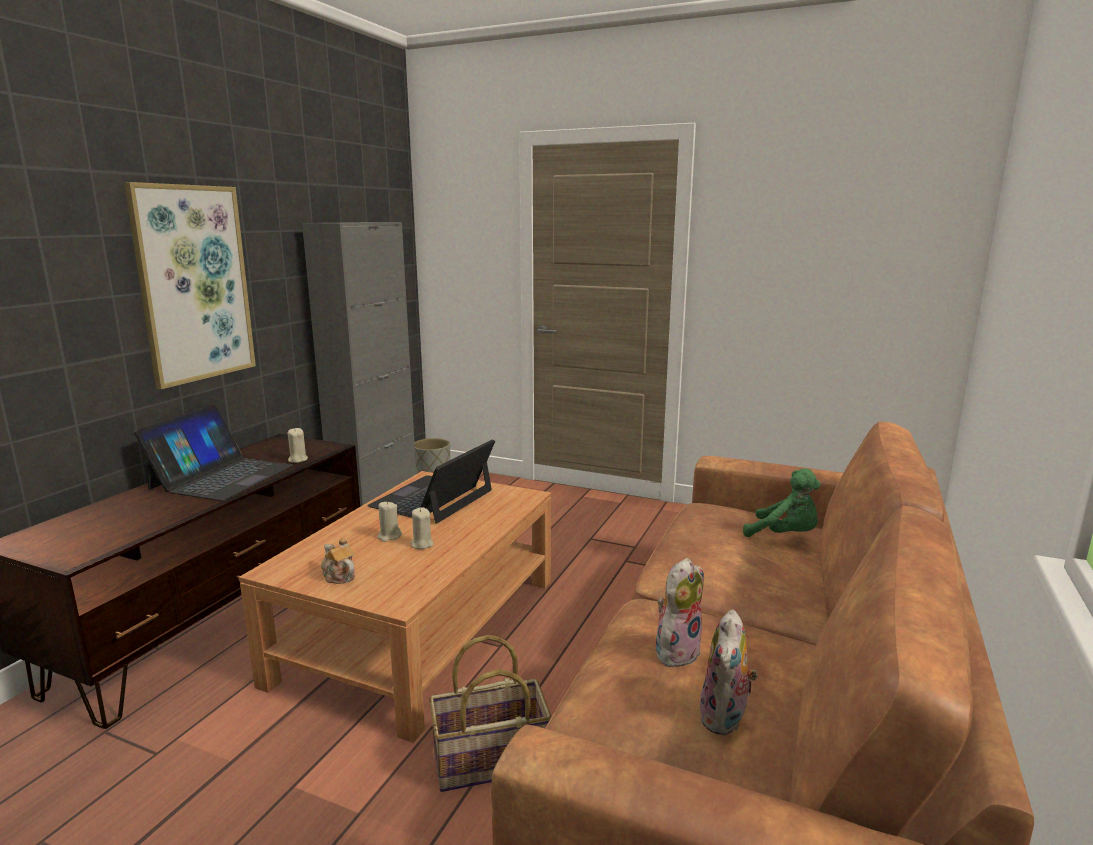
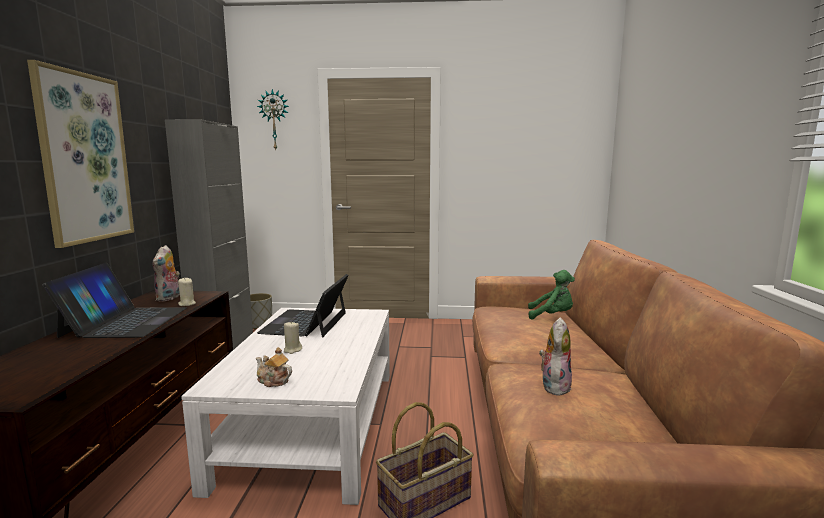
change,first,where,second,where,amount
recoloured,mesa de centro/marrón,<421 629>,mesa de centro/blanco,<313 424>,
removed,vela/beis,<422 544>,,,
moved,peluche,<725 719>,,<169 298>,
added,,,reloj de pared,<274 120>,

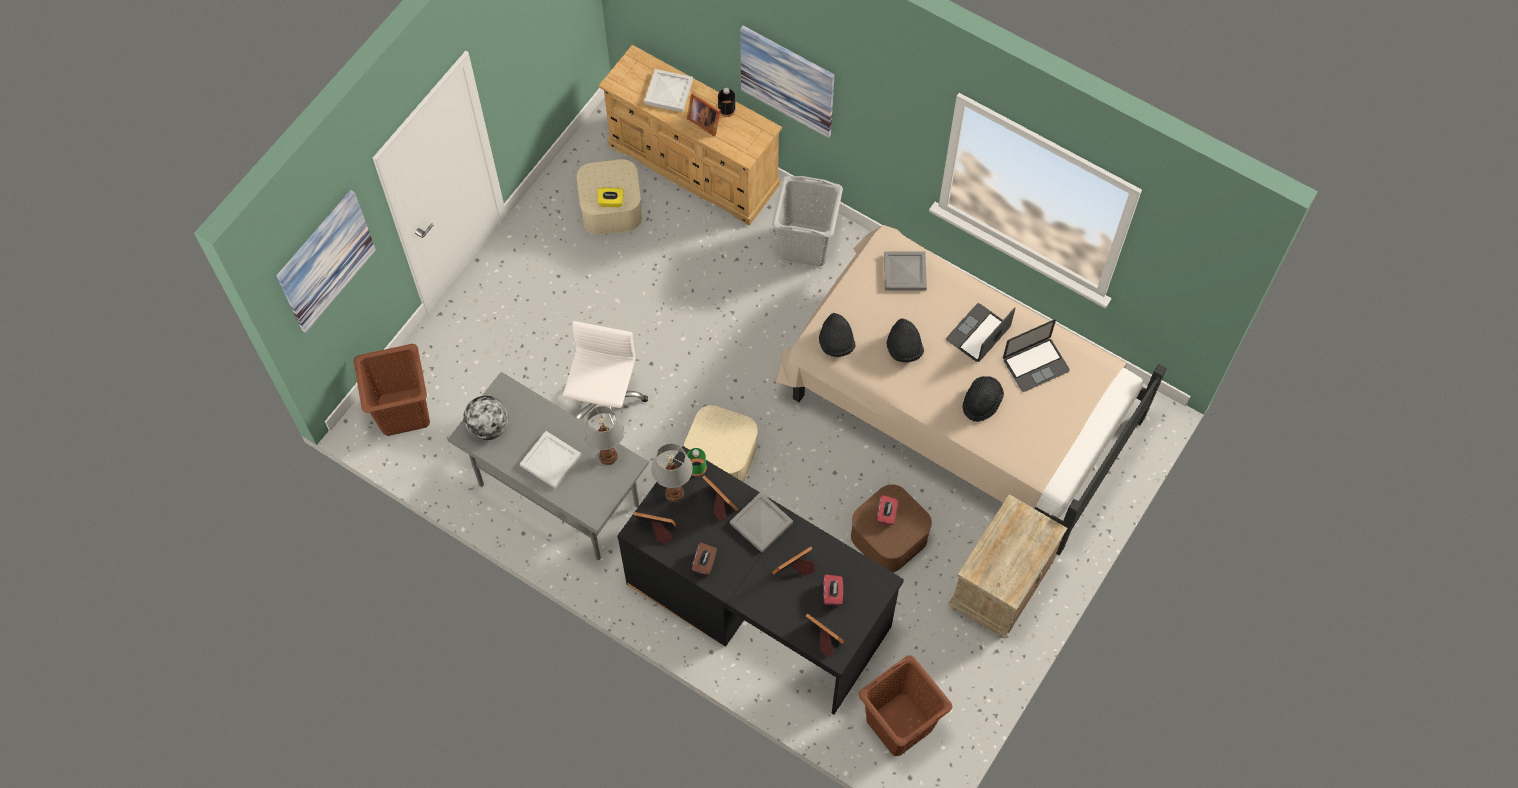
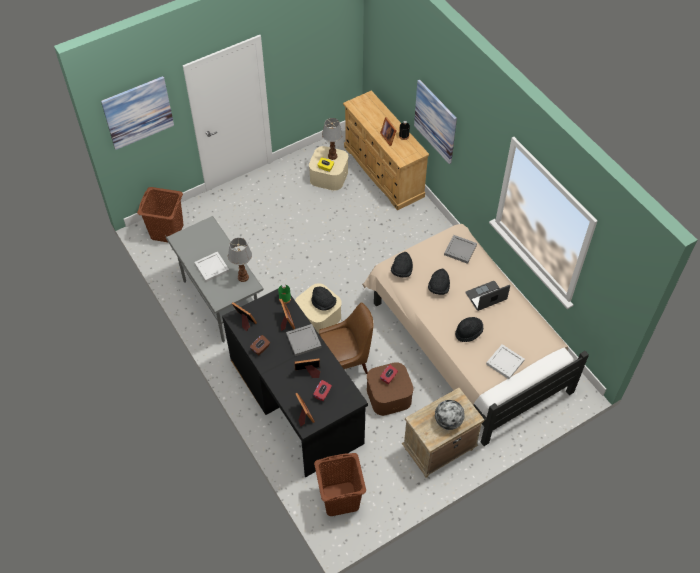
change,first,where,second,where,amount
moved,bandeja/blanco,<668 92>,,<504 362>,
removed,cesto de la ropa/gris,<806 244>,,,
removed,portátil,<1035 364>,,,
removed,silla de oficina/blanco,<604 403>,,,
moved,globo terráqueo,<488 427>,,<448 421>,
moved,lámpara de mesa,<675 493>,,<333 156>,
added,,,sombrero/negro,<323 303>,
added,,,silla/marrón,<346 362>,

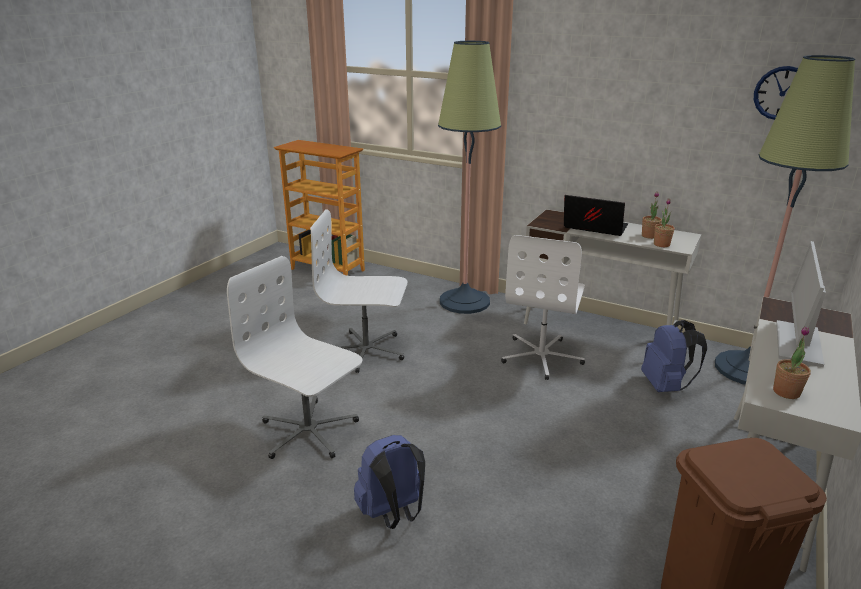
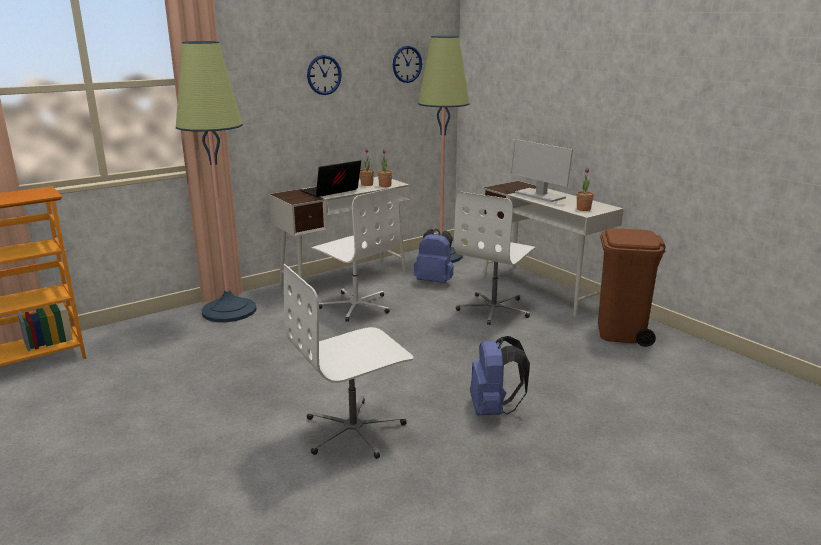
change,first,where,second,where,amount
moved,silla de oficina/blanco,<366 351>,,<494 309>,
added,,,reloj de pared,<324 75>,

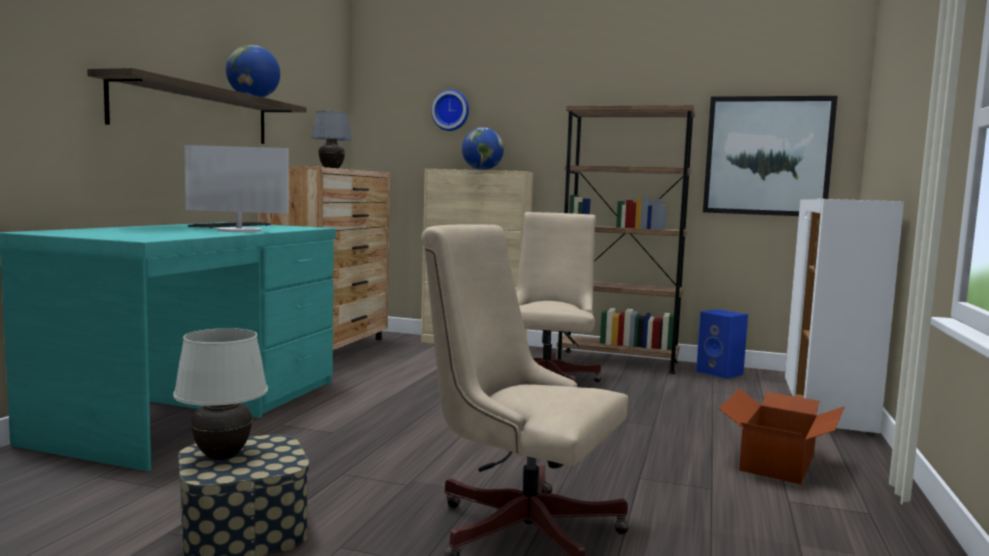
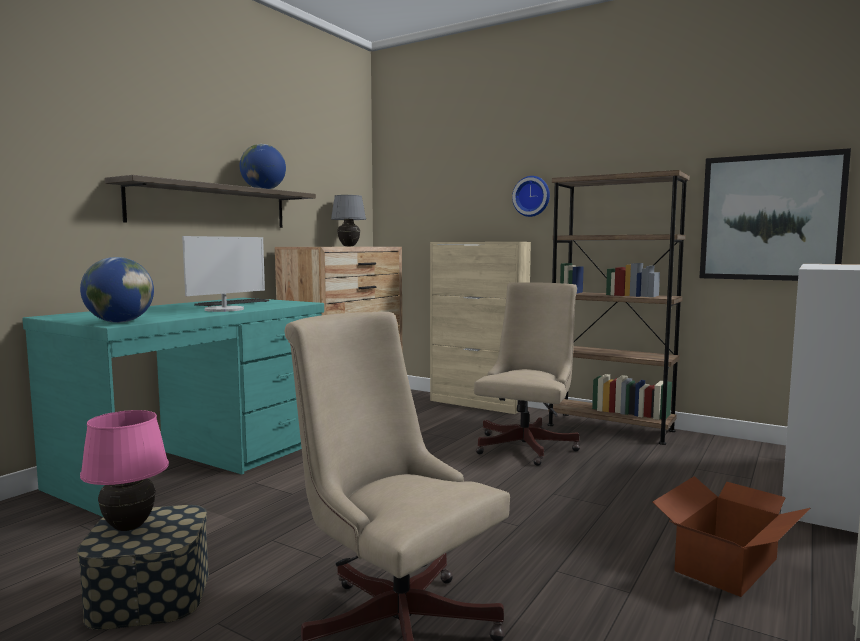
change,first,where,second,where,amount
moved,reloj de pared,<451 110>,,<532 196>,
moved,globo terráqueo,<482 170>,,<119 322>,
turned,monitor,<239 230>,,<225 309>,75 degrees counterclockwise
removed,altavoz/azul,<721 373>,,,
recoloured,lámpara de mesa/blanco,<223 457>,lámpara de mesa/rosa,<129 527>,

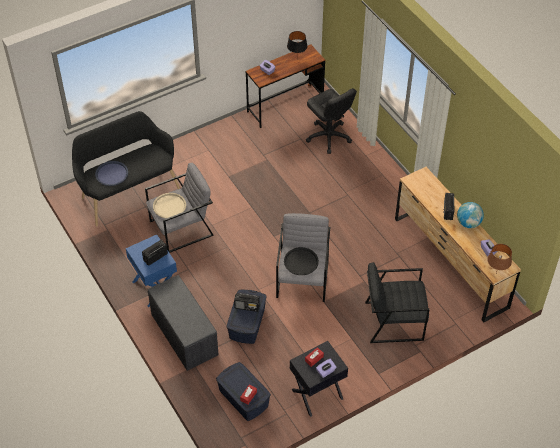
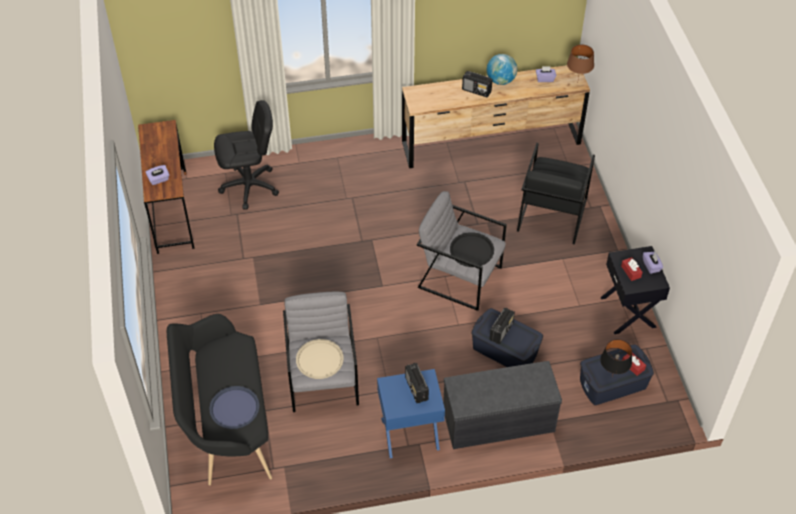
change,first,where,second,where,amount
moved,lámpara de mesa/negro,<296 59>,,<612 377>,

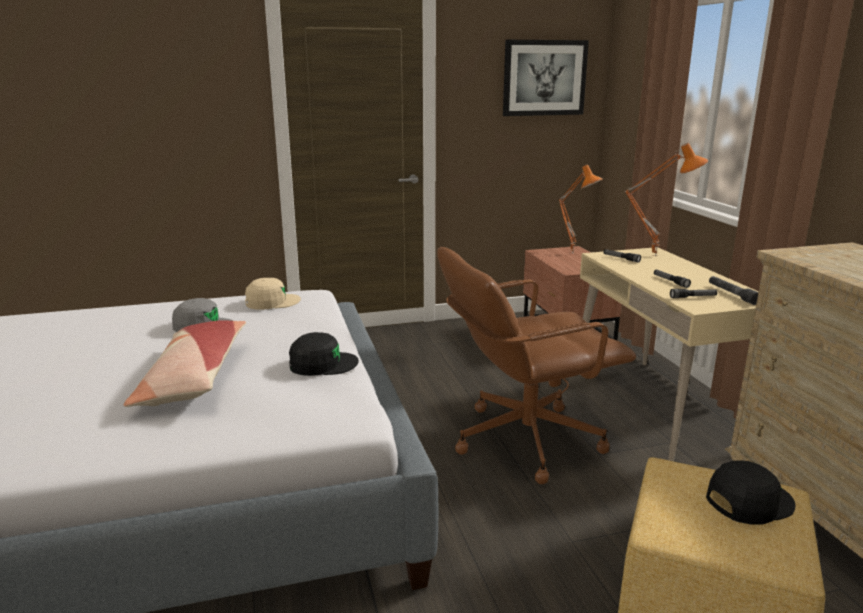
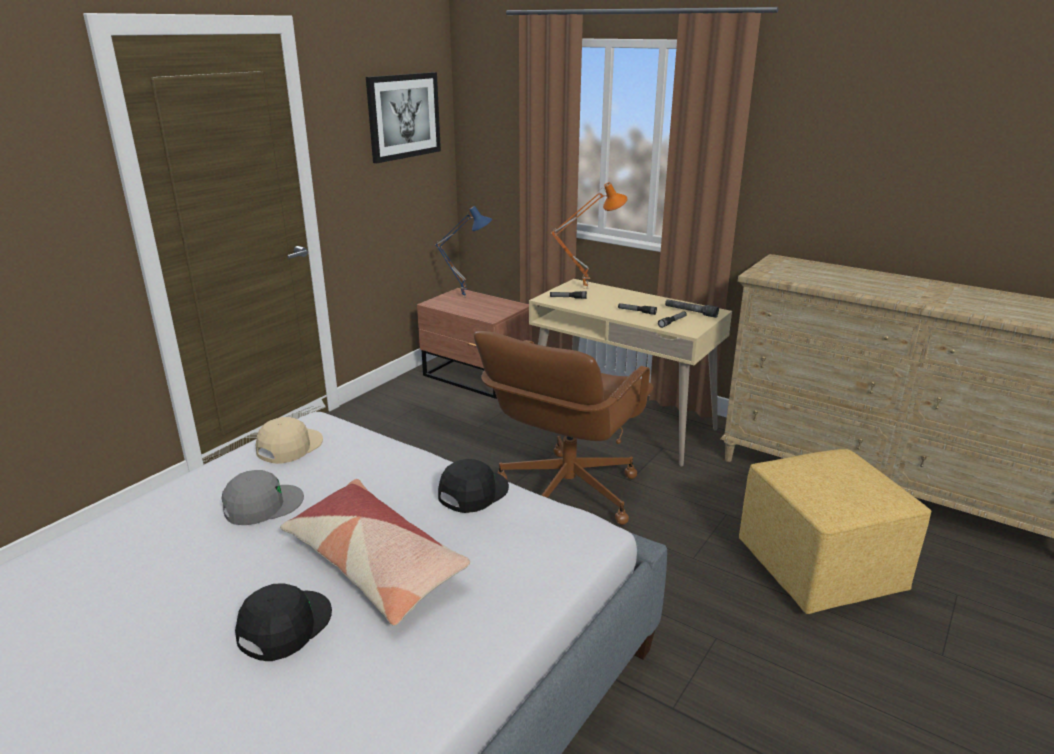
change,first,where,second,where,amount
recoloured,lámpara de mesa/naranja,<573 253>,lámpara de mesa/azul,<465 297>,
moved,gorra/negro,<748 501>,,<284 626>,

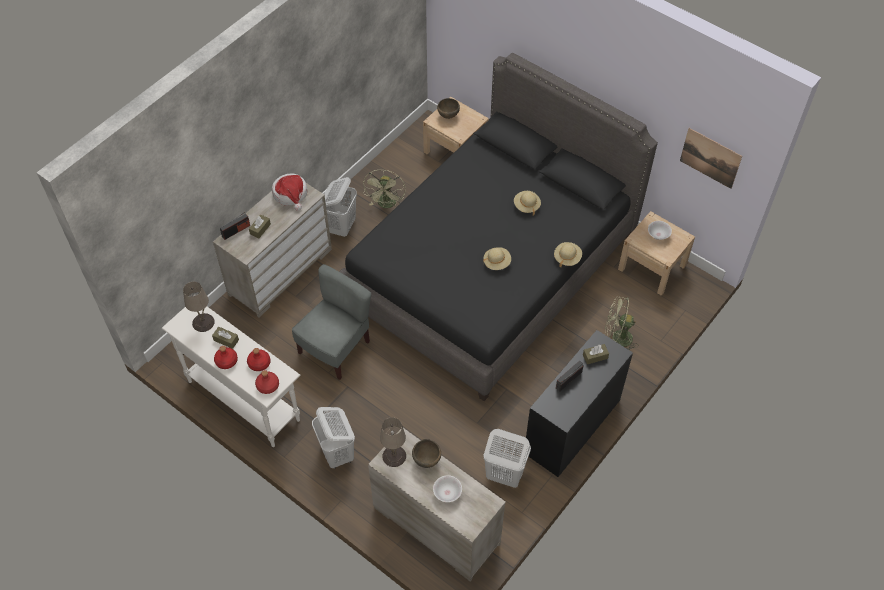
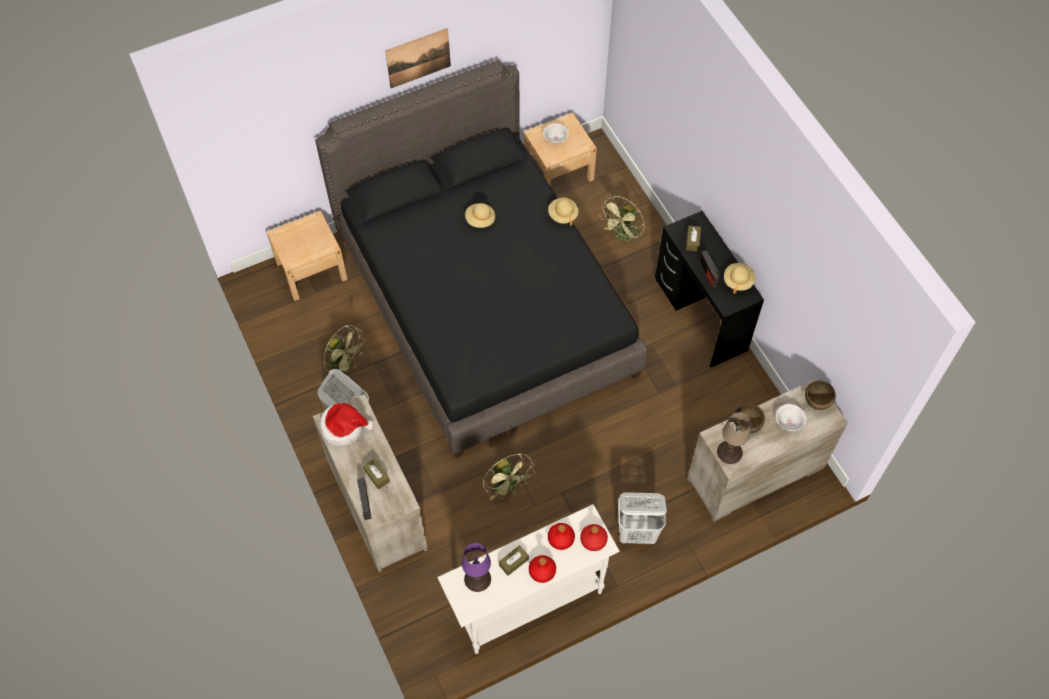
change,first,where,second,where,amount
moved,cuenco/marrón,<448 116>,,<817 403>,
moved,cuadro,<710 158>,,<418 58>,
moved,sombrero/beis,<497 262>,,<738 281>,
replaced,silla/gris,<335 348>,ventilador/verde,<508 487>,
recoloured,lámpara de mesa/beis,<202 322>,lámpara de mesa/morado,<477 579>,
removed,cesto de la ropa/blanco,<504 474>,,,

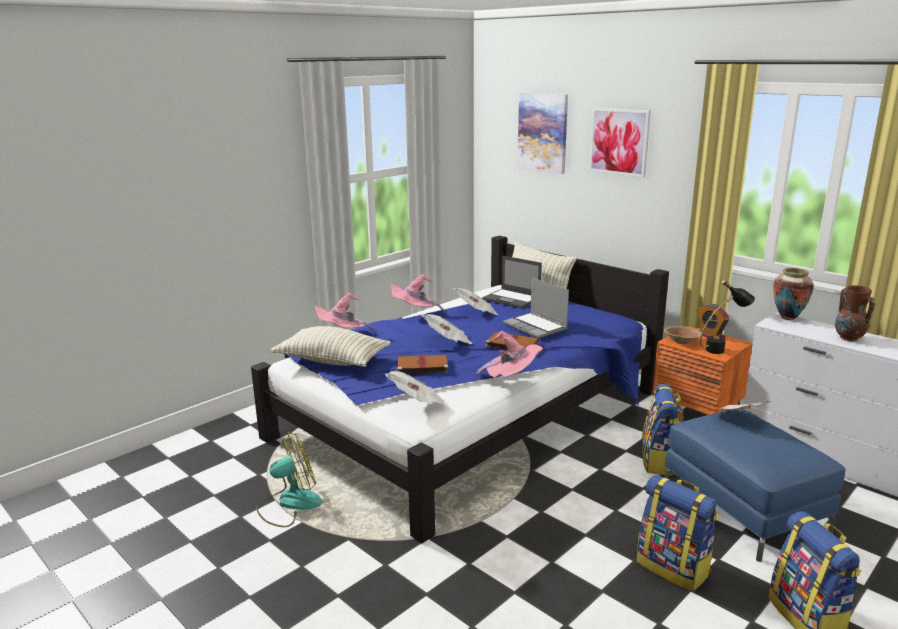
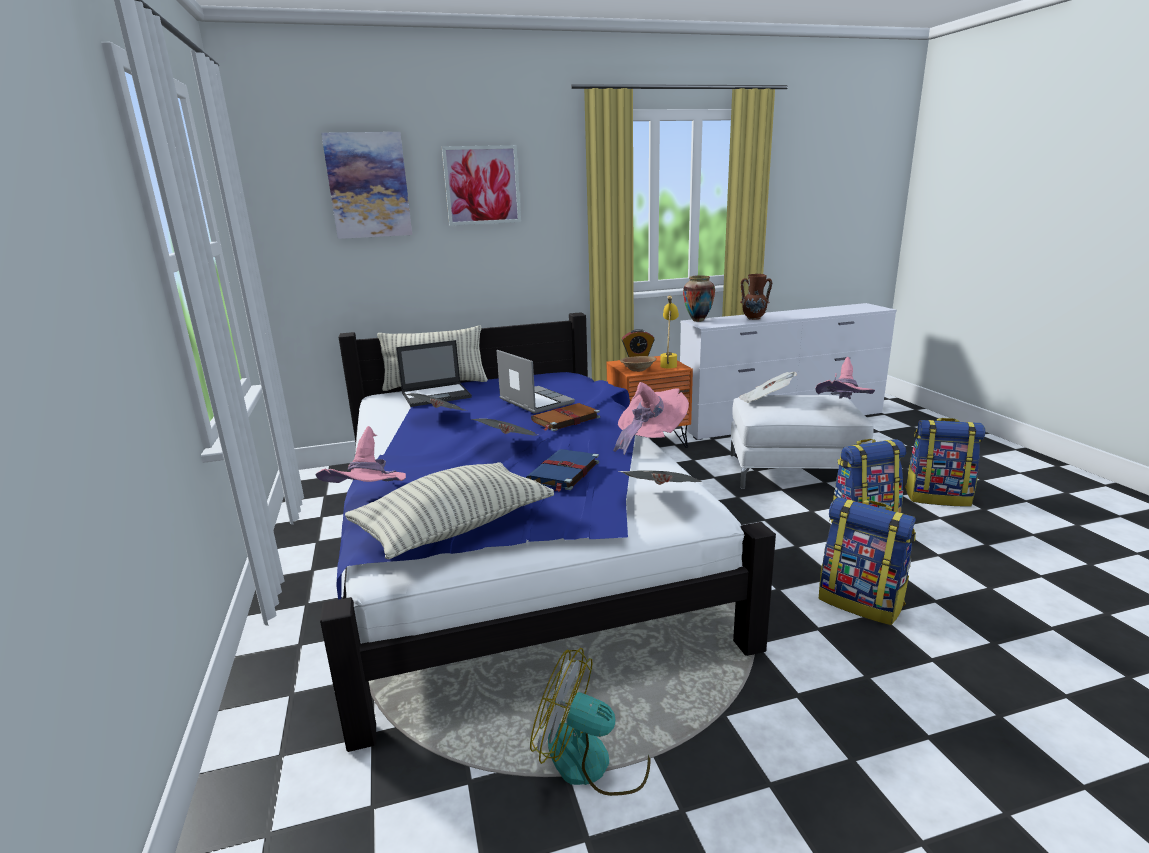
change,first,where,second,where,amount
moved,sombrero/rosa,<415 313>,,<842 409>,
turned,portátil,<536 327>,,<534 401>,120 degrees counterclockwise
recoloured,lámpara de mesa/negro,<722 349>,lámpara de mesa/amarillo,<669 364>,
recoloured,libro/marrón,<421 366>,libro/azul,<563 472>,
moved,mochila,<660 461>,,<861 602>,
recoloured,puf/azul,<743 509>,puf/blanco,<793 471>,
turned,ventilador,<289 504>,,<594 759>,75 degrees counterclockwise

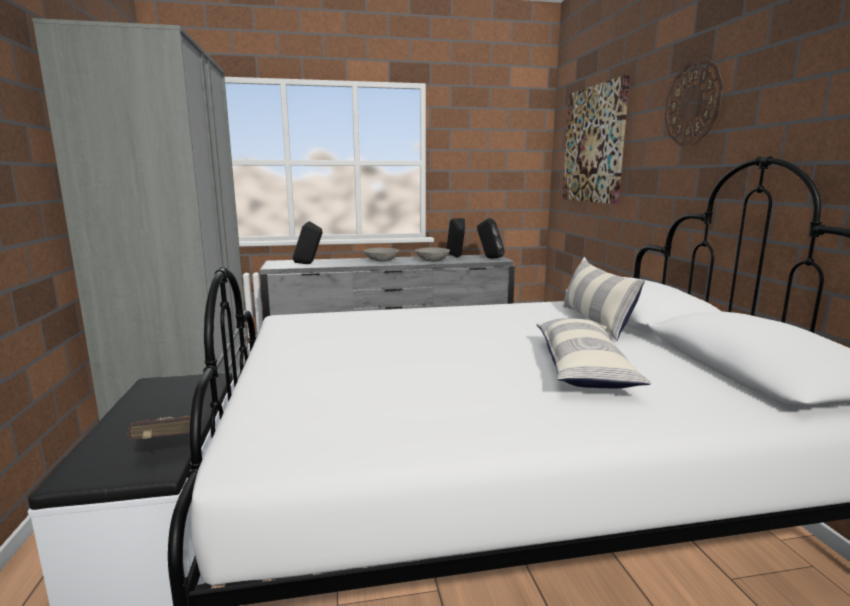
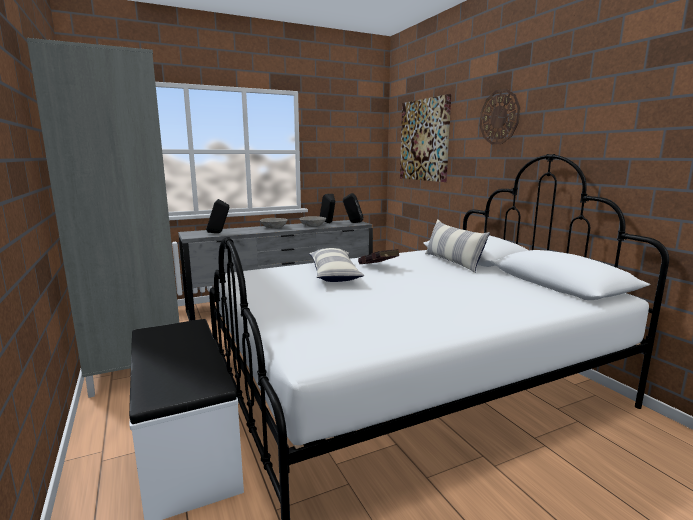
change,first,where,second,where,amount
moved,cojín,<583 368>,,<334 274>,
moved,libro/rojo,<166 448>,,<379 267>,

